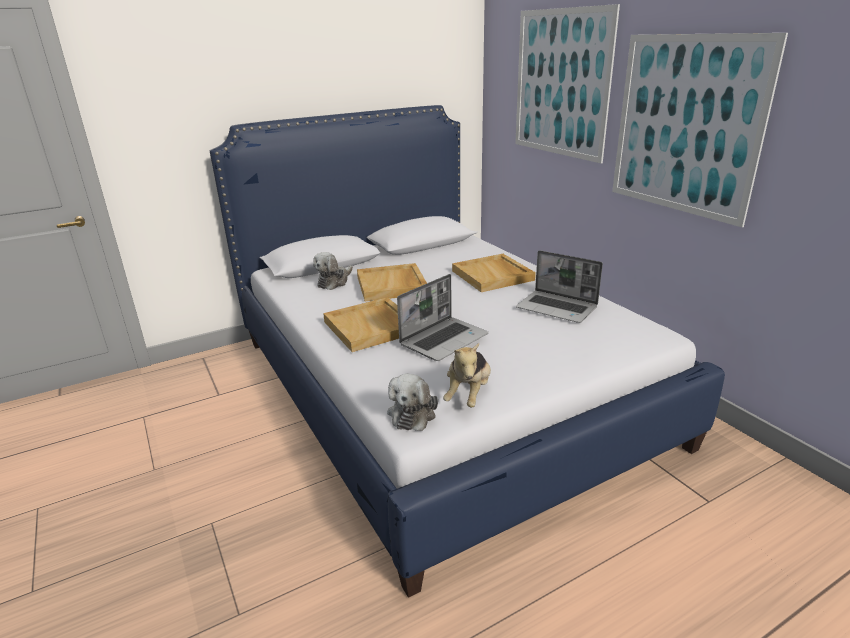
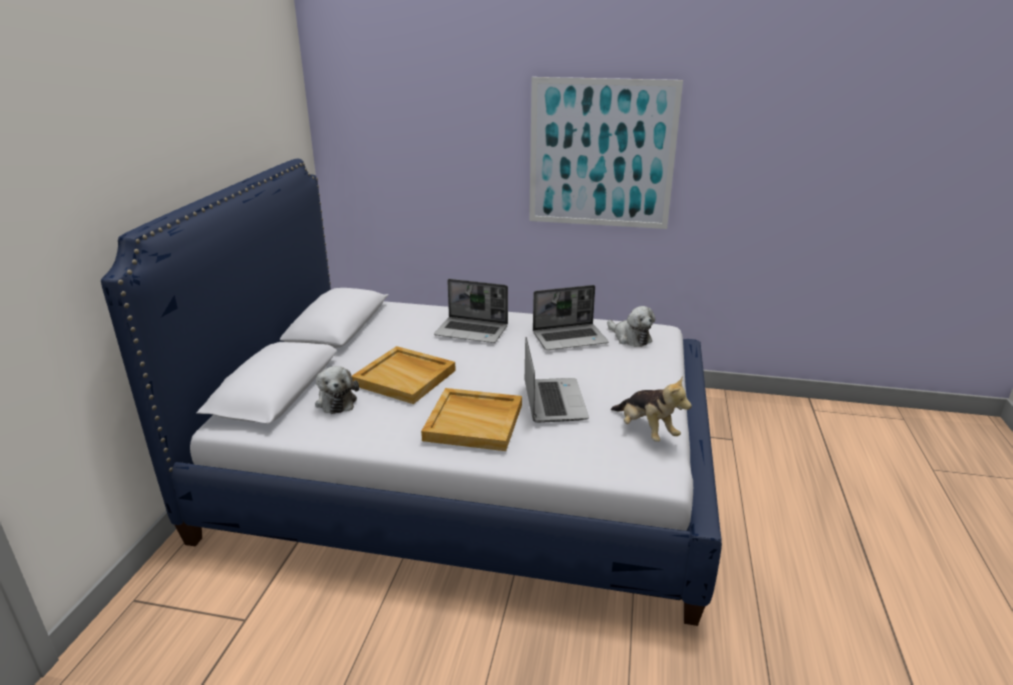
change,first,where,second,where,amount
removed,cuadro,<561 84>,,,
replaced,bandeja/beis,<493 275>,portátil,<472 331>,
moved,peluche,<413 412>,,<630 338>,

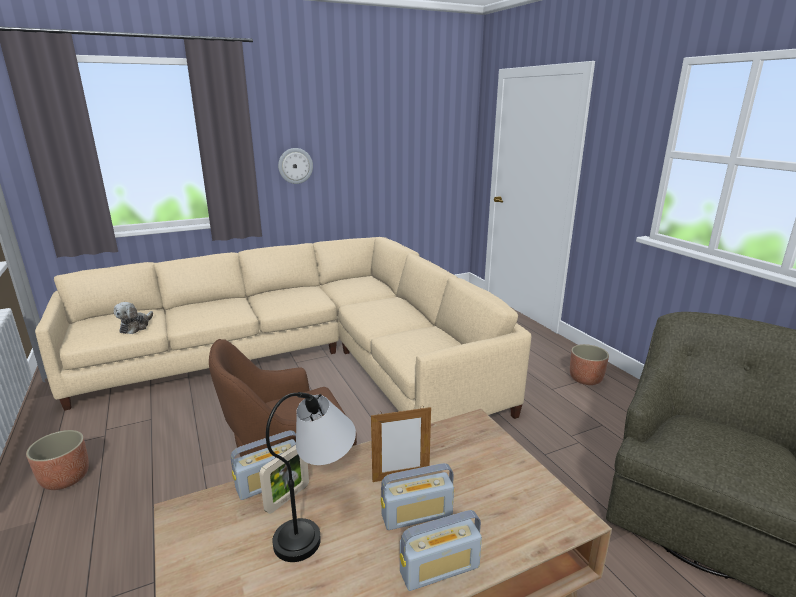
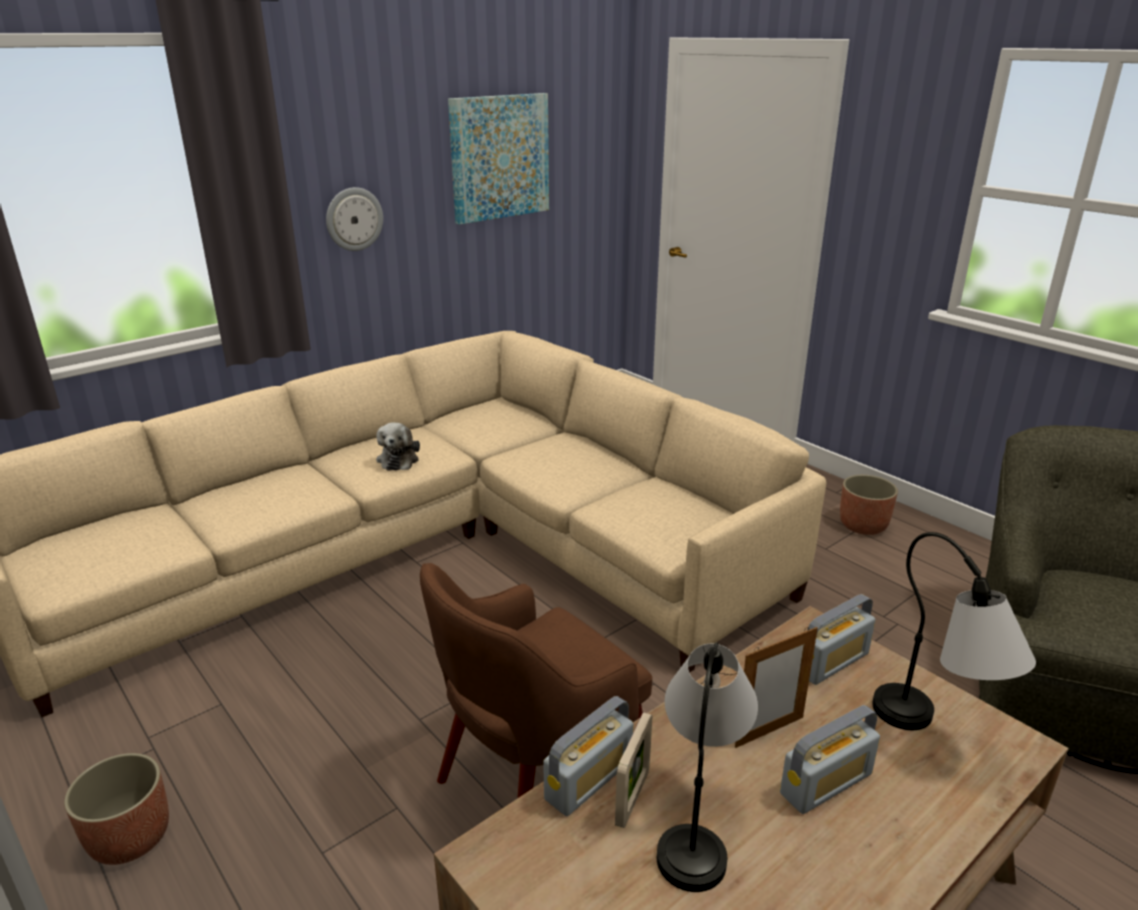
change,first,where,second,where,amount
moved,peluche,<136 326>,,<398 459>,
moved,radio,<439 569>,,<832 662>,
added,,,cuadro,<499 157>,
added,,,lámpara de mesa,<935 734>,

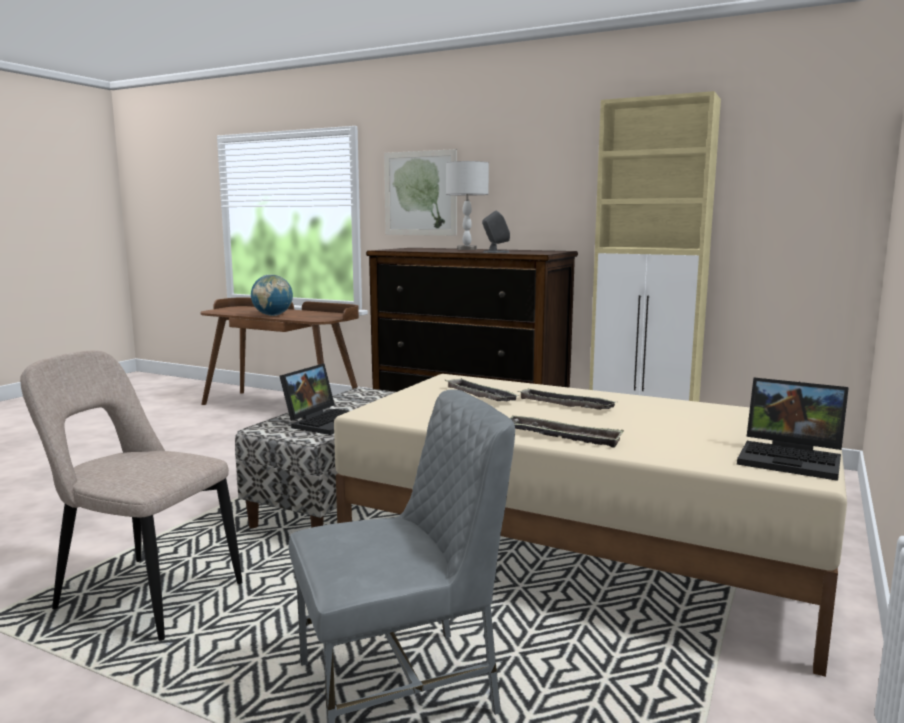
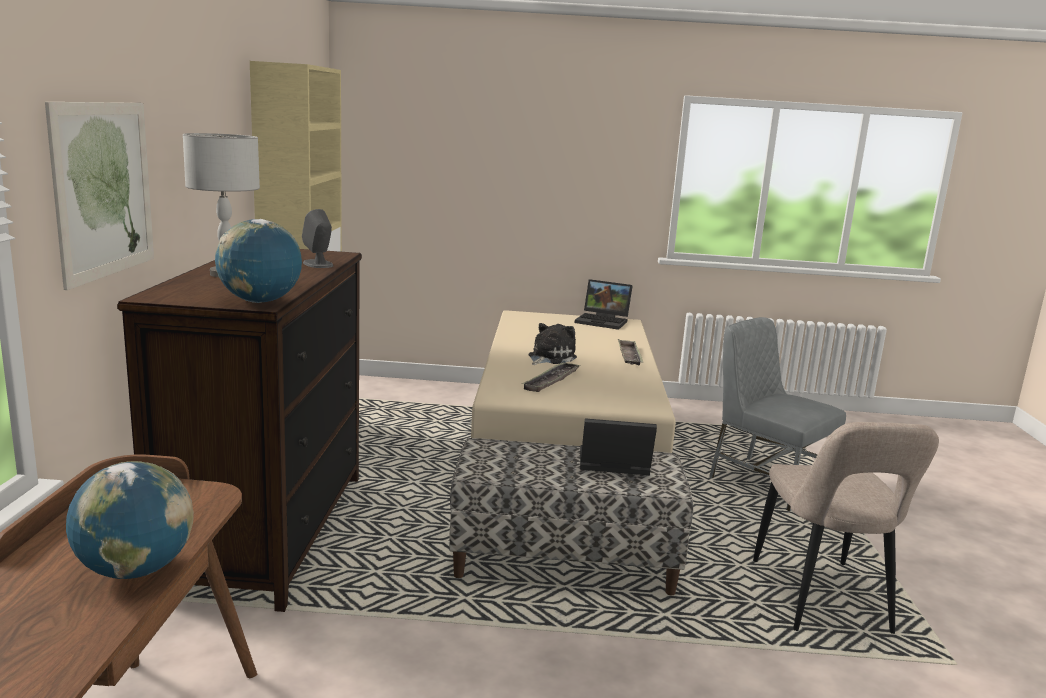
change,first,where,second,where,amount
turned,portátil,<793 459>,,<603 321>,105 degrees clockwise
replaced,bandeja,<565 404>,peluche,<549 357>,
added,,,globo terráqueo,<260 301>,

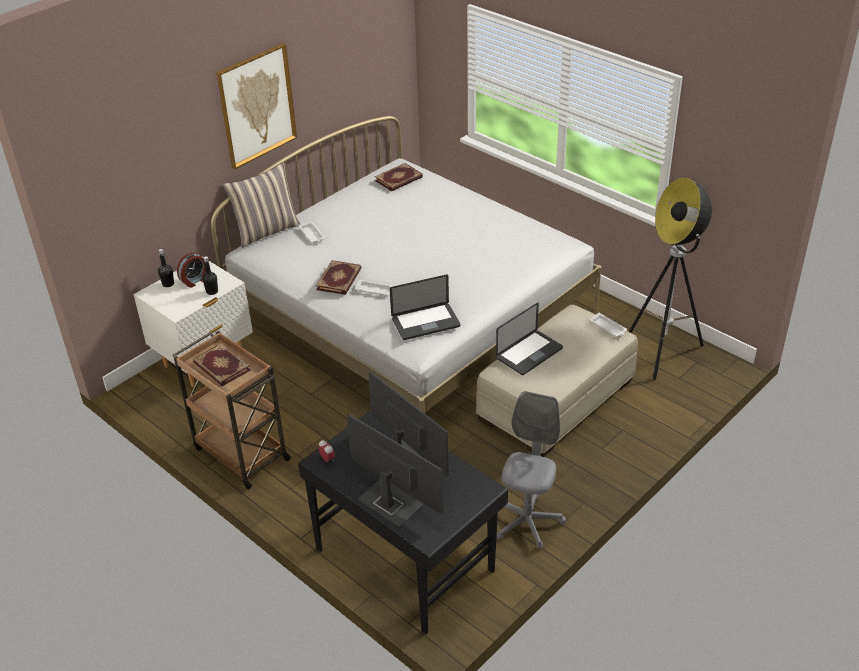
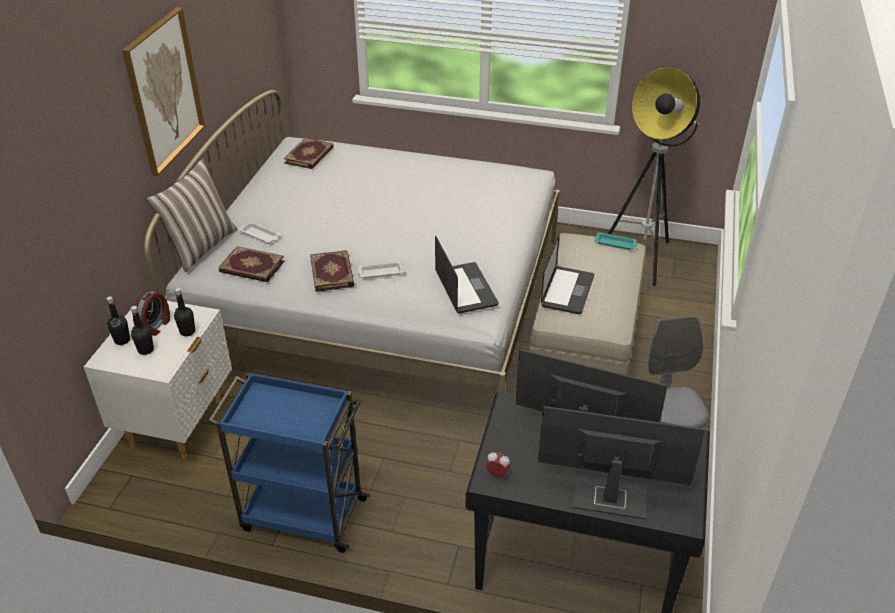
change,first,where,second,where,amount
turned,portátil,<426 323>,,<466 289>,60 degrees counterclockwise
recoloured,bandeja/blanco,<608 327>,bandeja/turquesa,<616 243>,
recoloured,carrito/marrón,<240 453>,carrito/azul,<302 514>,
moved,libro,<221 367>,,<251 267>,
added,,,botella/negro,<146 350>,

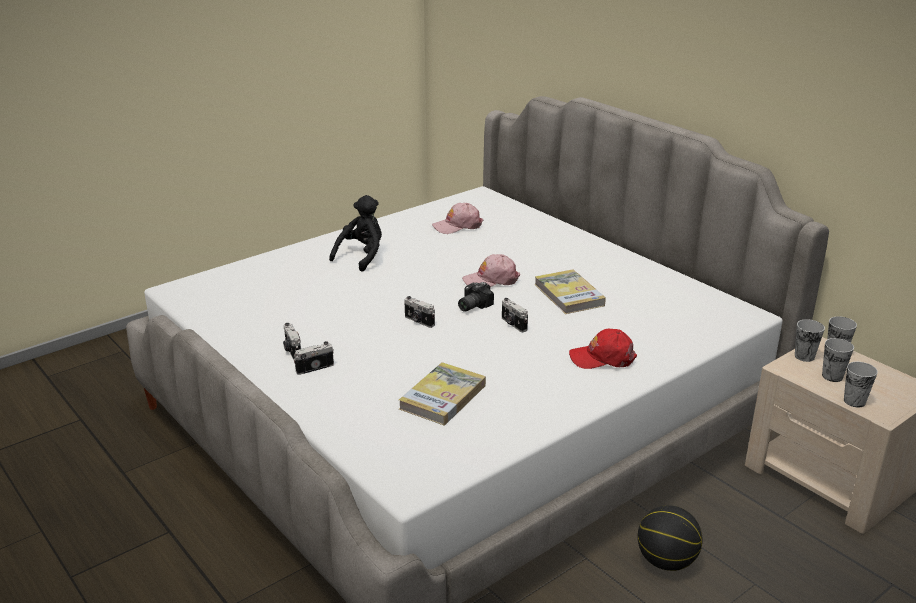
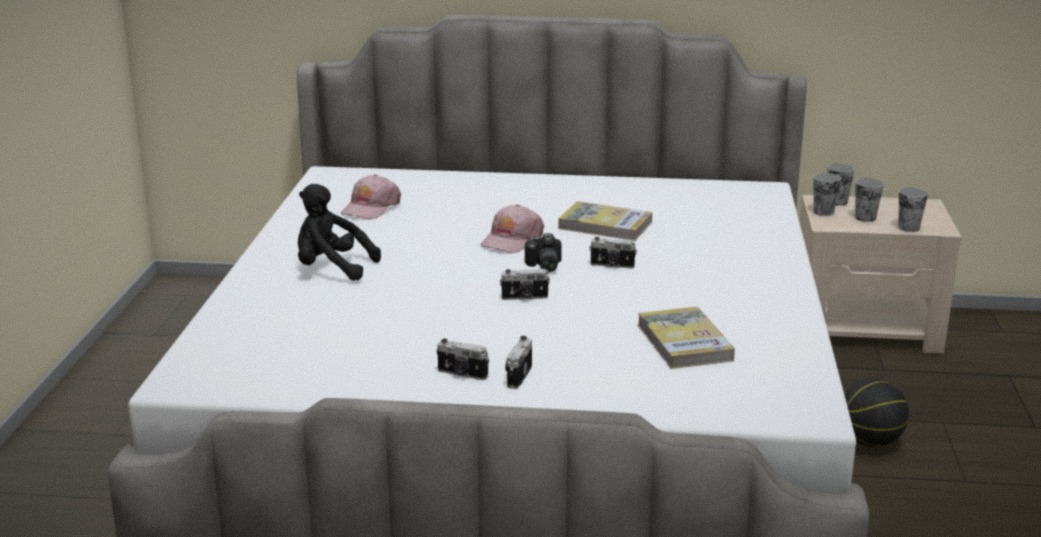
change,first,where,second,where,amount
turned,peluche/negro,<361 256>,,<332 268>,60 degrees counterclockwise
removed,gorra/rojo,<602 358>,,,

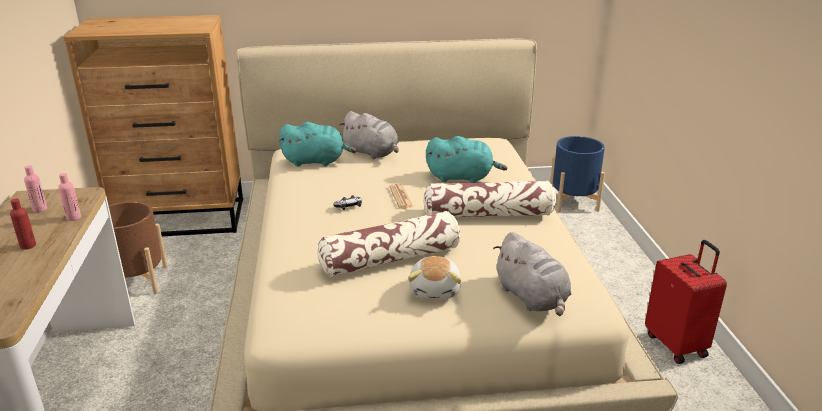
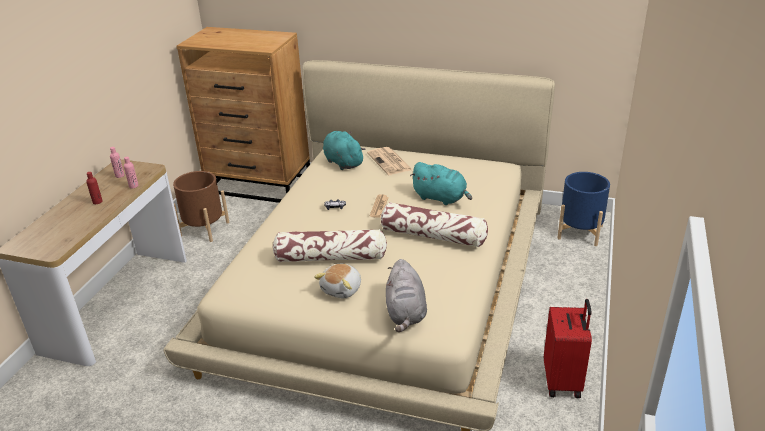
change,first,where,second,where,amount
replaced,peluche/gris,<372 153>,periódico,<390 162>,
turned,peluche/turquesa,<316 161>,,<342 162>,150 degrees counterclockwise

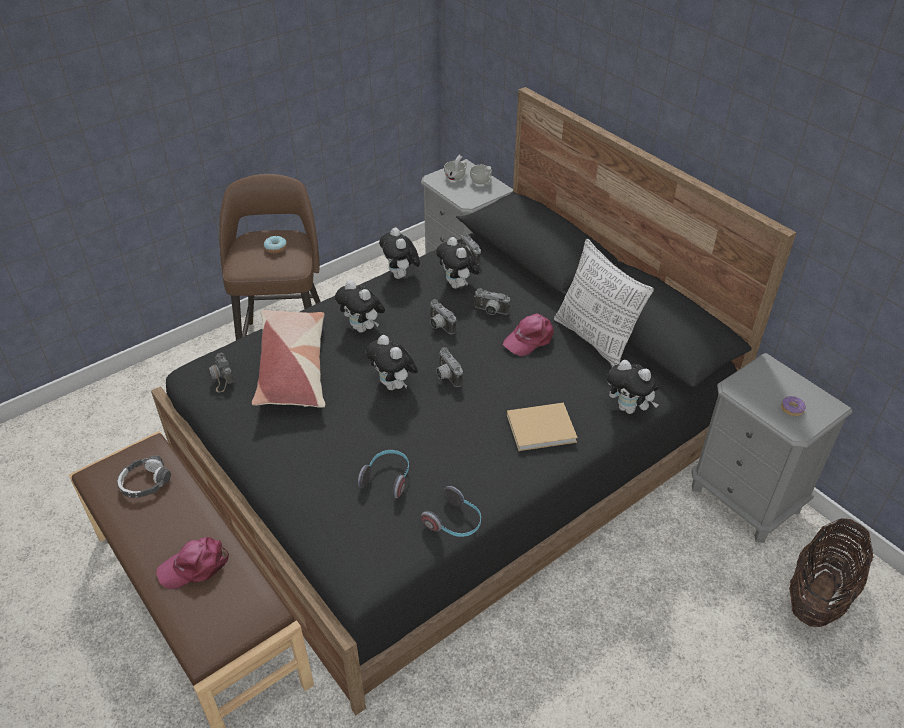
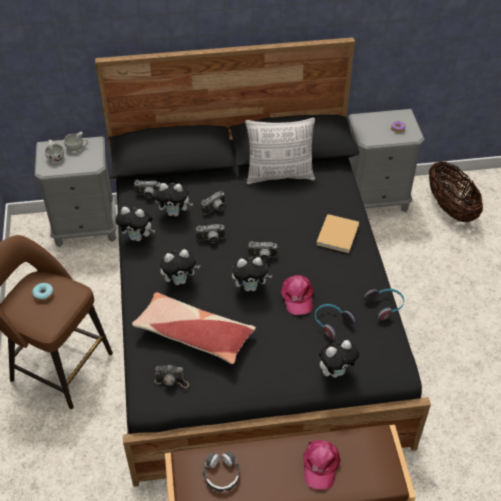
change,first,where,second,where,amount
moved,gorra/rosa,<529 339>,,<297 297>,
moved,peluche,<629 408>,,<336 371>,

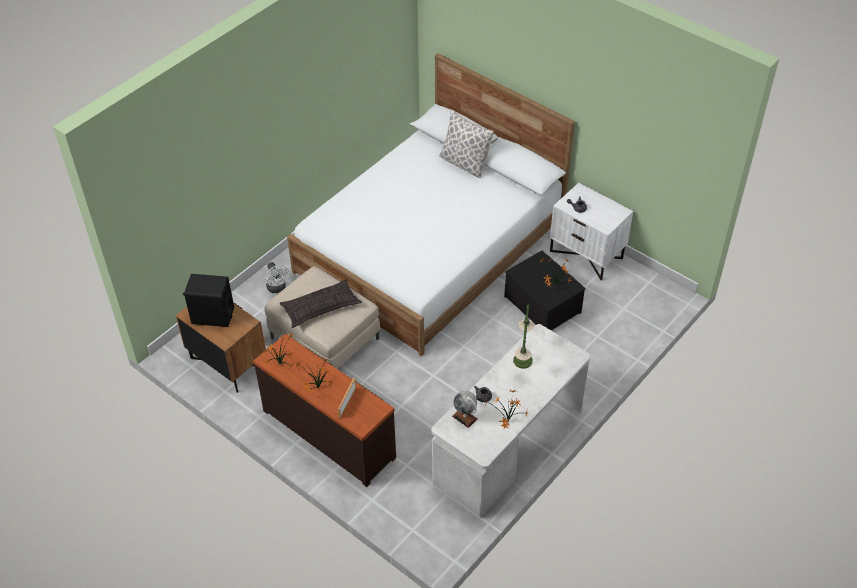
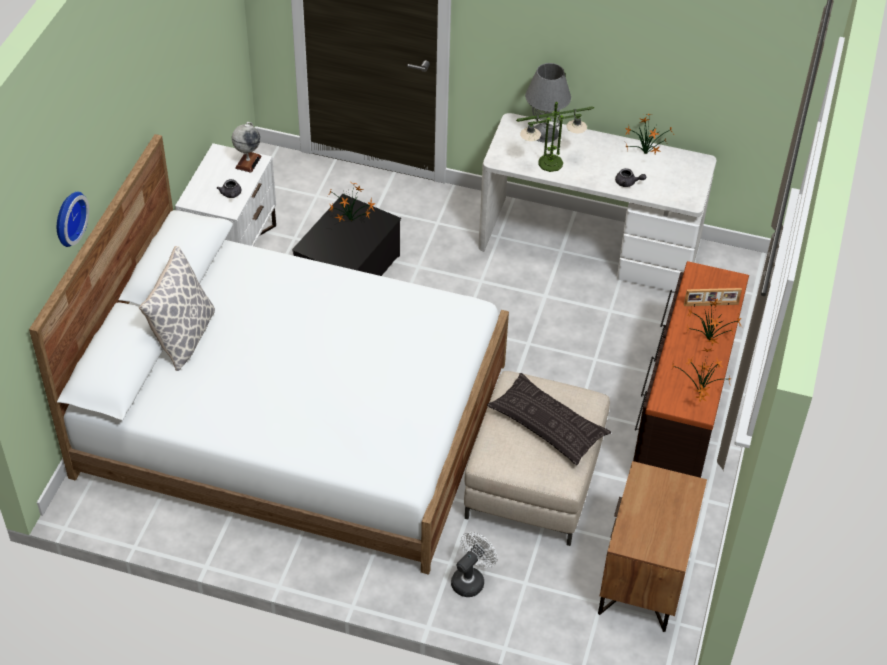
change,first,where,second,where,amount
removed,altavoz/negro,<212 316>,,,
moved,globo terráqueo,<465 417>,,<248 162>,
added,,,lámpara de mesa/gris,<544 133>,
added,,,reloj de pared,<67 218>,

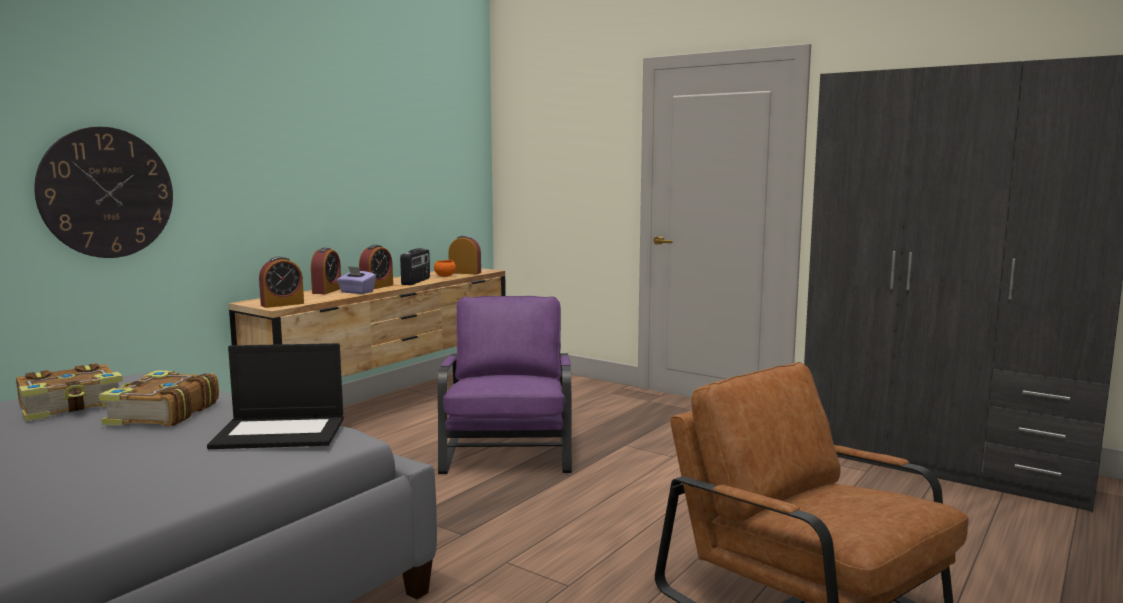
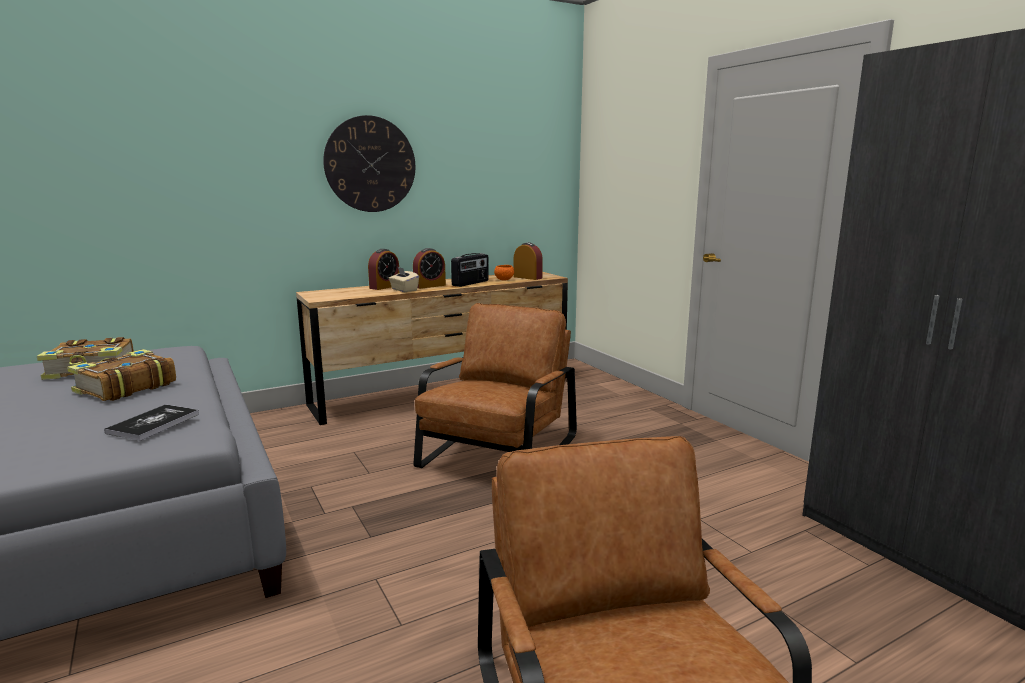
change,first,where,second,where,amount
moved,reloj de pared,<107 193>,,<370 164>,
removed,despertador,<282 304>,,,
recoloured,caja de pañuelos/morado,<356 292>,caja de pañuelos/beis,<404 290>,
recoloured,sillón/morado,<509 448>,sillón/marrón,<498 452>,
replaced,portátil,<281 432>,libro,<153 423>,

